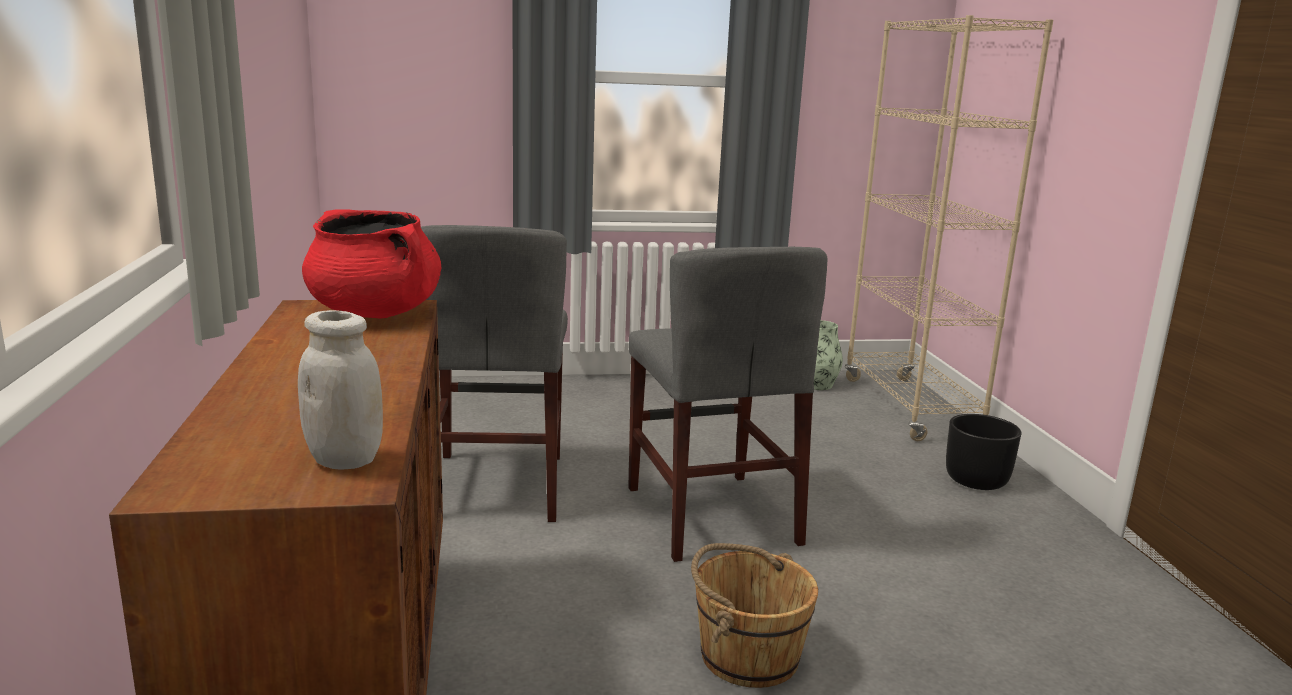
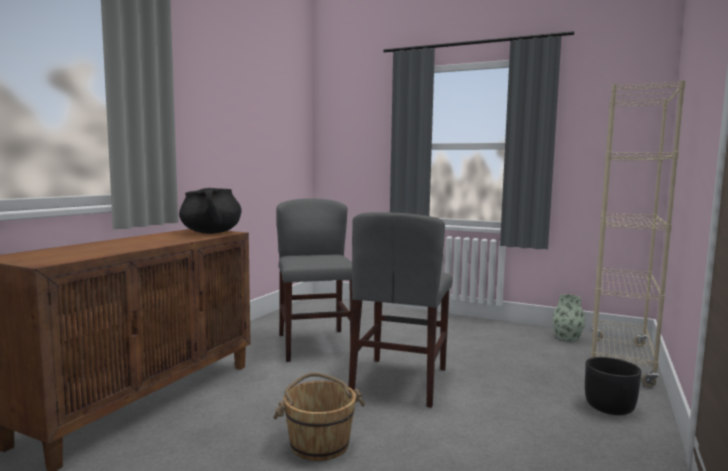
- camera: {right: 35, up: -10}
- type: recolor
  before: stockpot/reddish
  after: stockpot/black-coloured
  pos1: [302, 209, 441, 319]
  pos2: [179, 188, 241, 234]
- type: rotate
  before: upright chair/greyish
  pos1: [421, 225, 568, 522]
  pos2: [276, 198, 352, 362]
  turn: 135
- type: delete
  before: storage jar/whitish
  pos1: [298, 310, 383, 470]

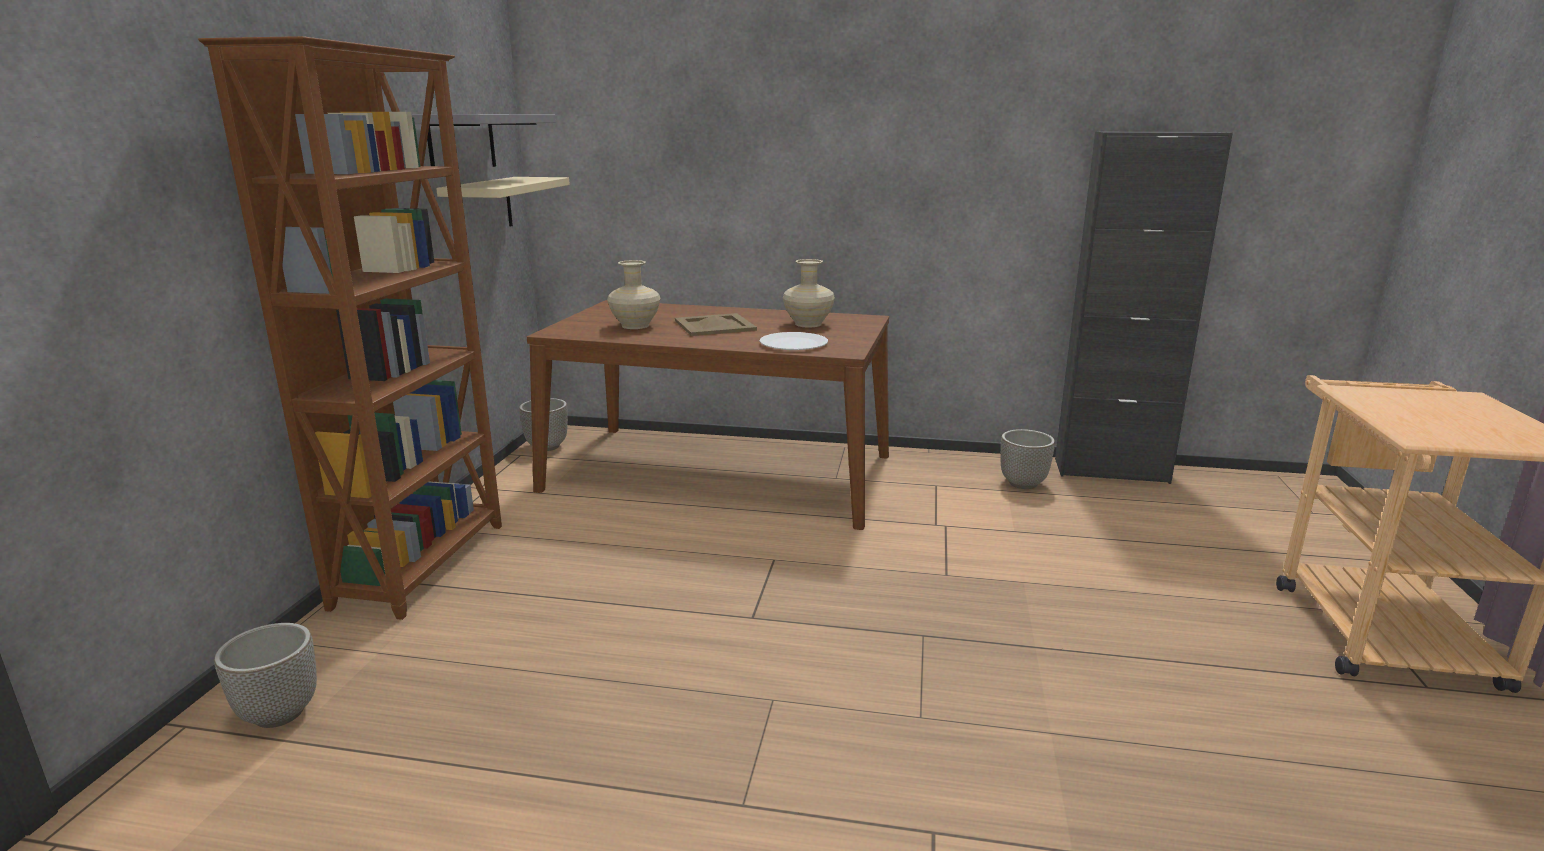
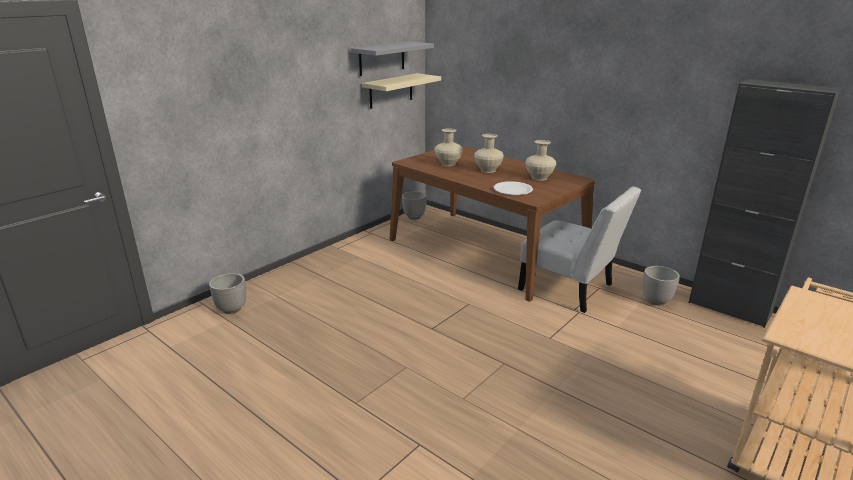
- camera: {right: 30, up: 5}
- type: delete
  before: shelving unit/brown
  pos1: [198, 36, 502, 620]
- type: replace
  before: tray/beige
  after: decorative vase/beige
  pos1: [675, 313, 757, 336]
  pos2: [474, 134, 504, 173]
- type: insert
  after: upright chair/whitish
  pos2: [518, 186, 641, 313]

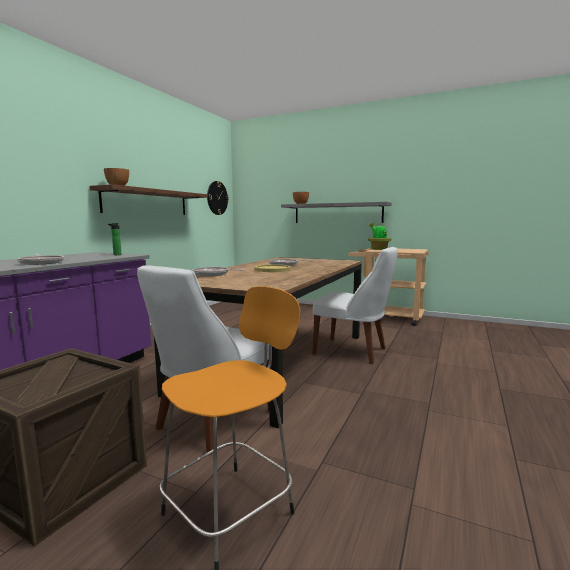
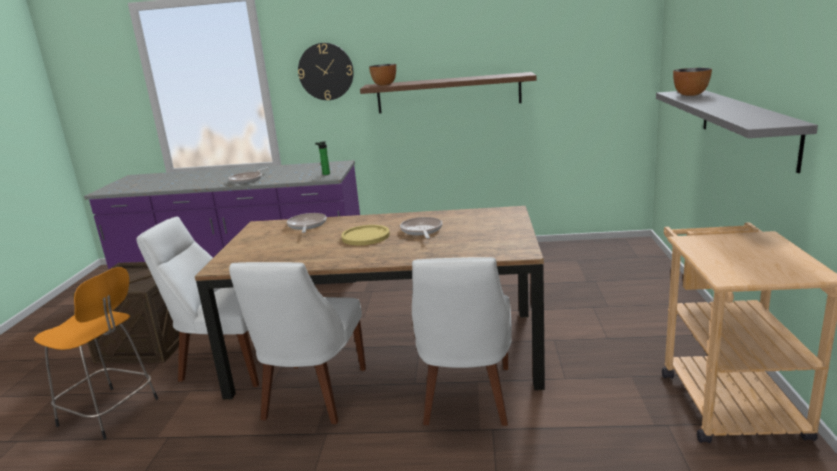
- camera: {right: 70, up: 10}
- type: move
  before: clock on the wall
  pos1: [207, 181, 229, 215]
  pos2: [298, 43, 354, 100]
- type: delete
  before: potted plant
  pos1: [368, 223, 391, 250]
- type: insert
  after: upright chair/whitish
  pos2: [229, 262, 366, 424]

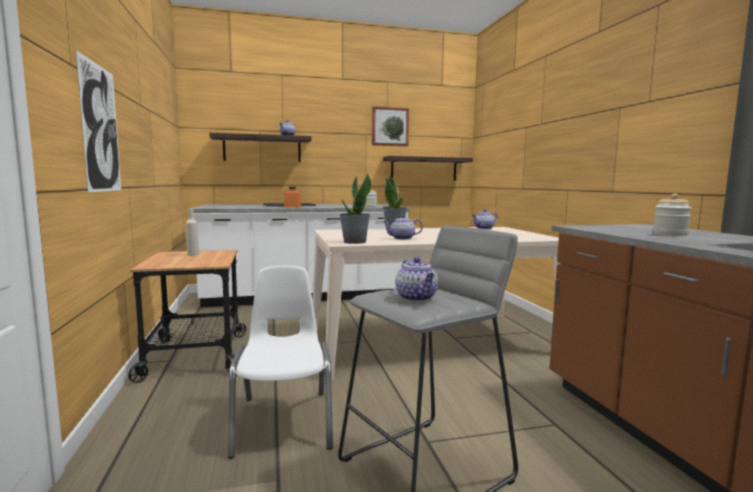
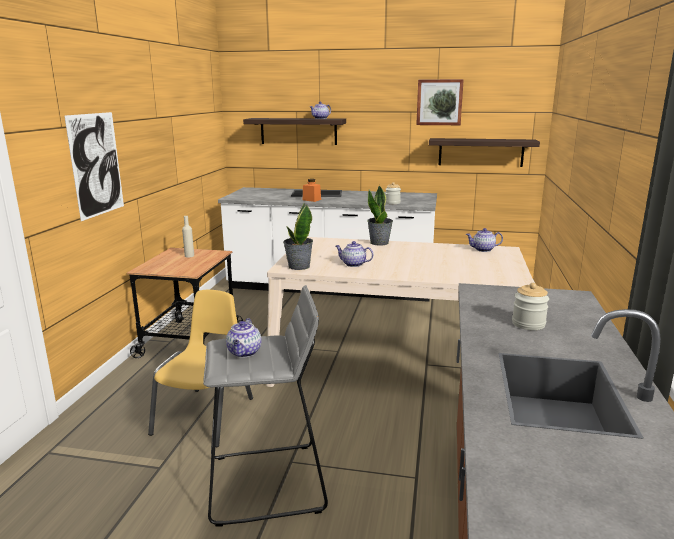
- camera: {right: 25, up: 10}
- type: recolor
  before: upright chair/whitish
  after: upright chair/yellowish
  pos1: [228, 265, 333, 459]
  pos2: [148, 290, 253, 447]

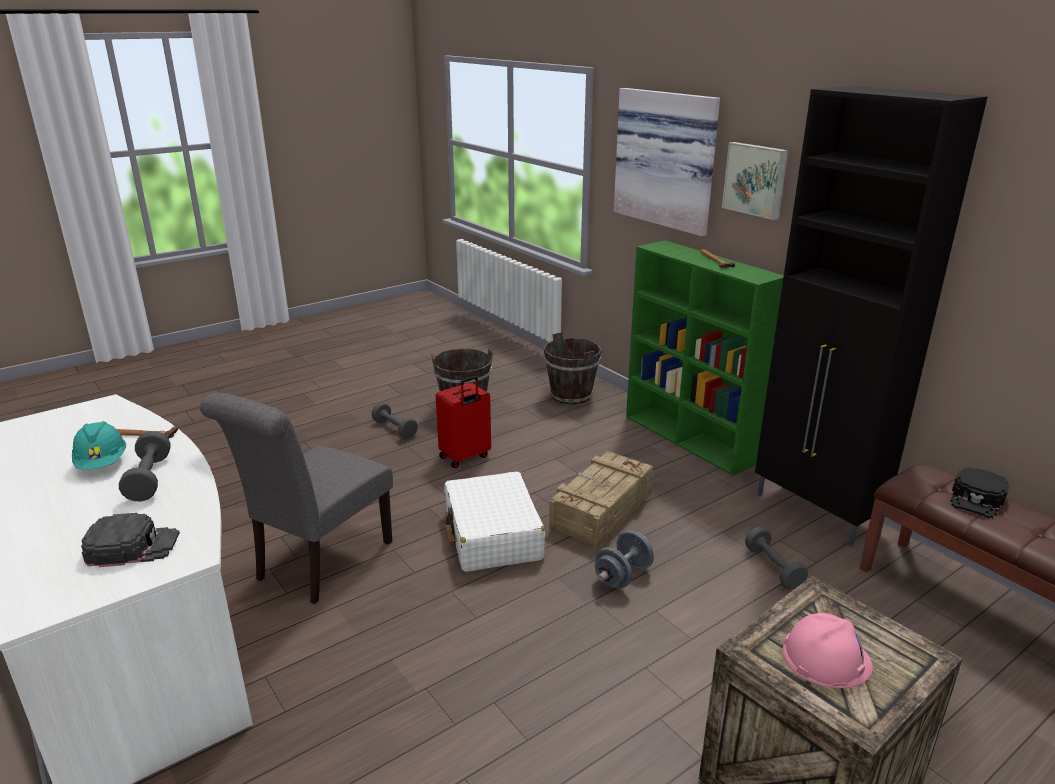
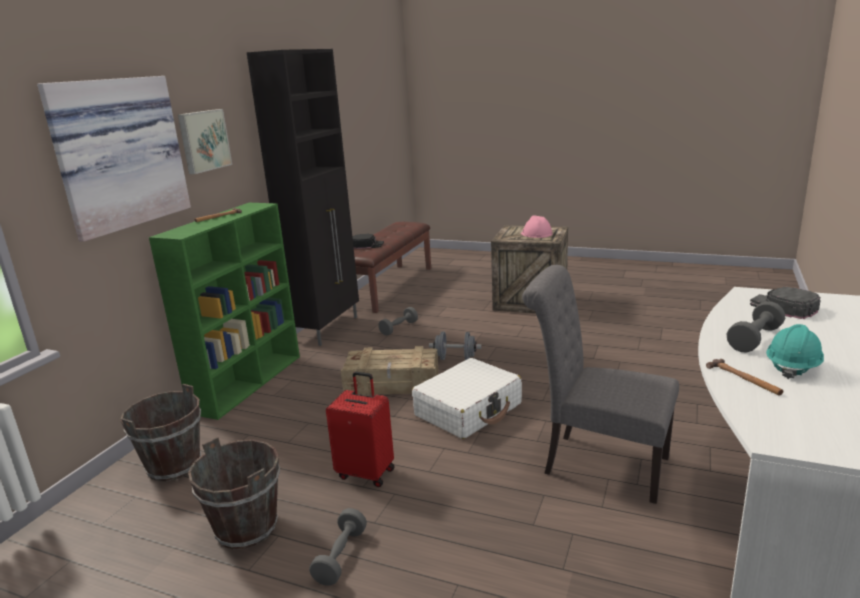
- camera: {right: -120, up: -5}
- type: rotate
  before: upright chair/greyish
  pos1: [200, 393, 393, 604]
  pos2: [522, 265, 679, 504]
  turn: -150

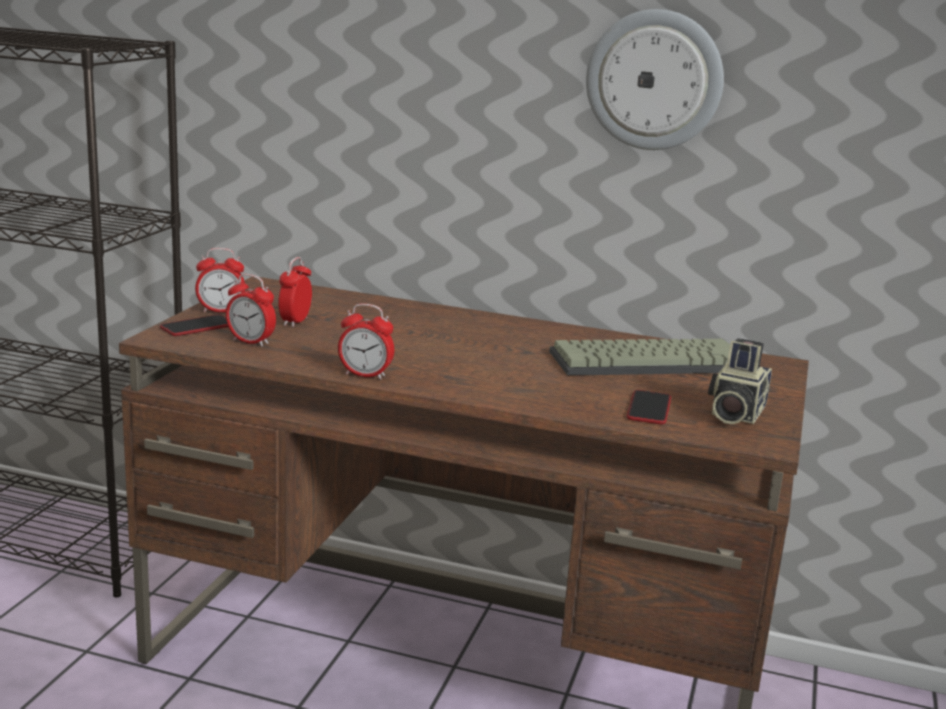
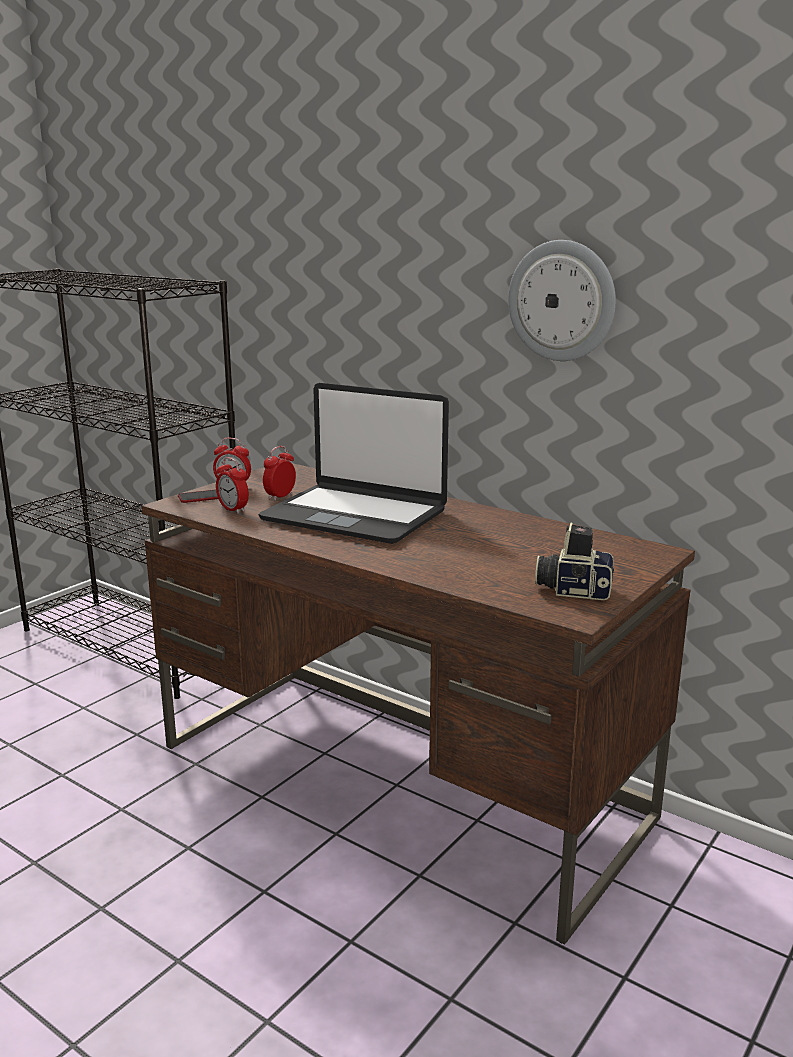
- camera: {right: 20, up: 0}
- type: delete
  before: bedside clock
  pos1: [338, 303, 394, 380]
- type: rotate
  before: still camera
  pos1: [708, 338, 772, 424]
  pos2: [535, 523, 614, 600]
  turn: 60
- type: delete
  before: computer keyboard
  pos1: [549, 339, 730, 376]
- type: delete
  before: telephone
  pos1: [627, 390, 671, 424]
- type: insert
  after: notebook computer
  pos2: [259, 383, 449, 544]

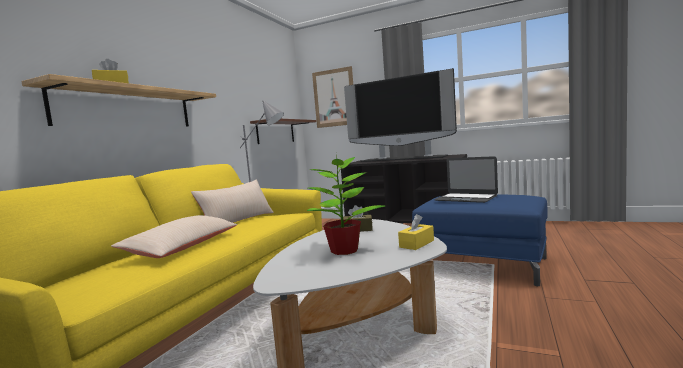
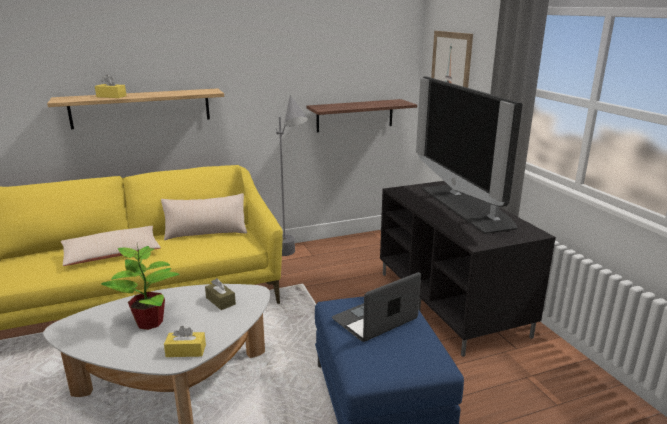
- camera: {right: 45, up: 15}
- type: rotate
  before: notebook computer
  pos1: [434, 156, 498, 203]
  pos2: [332, 272, 421, 342]
  turn: 60

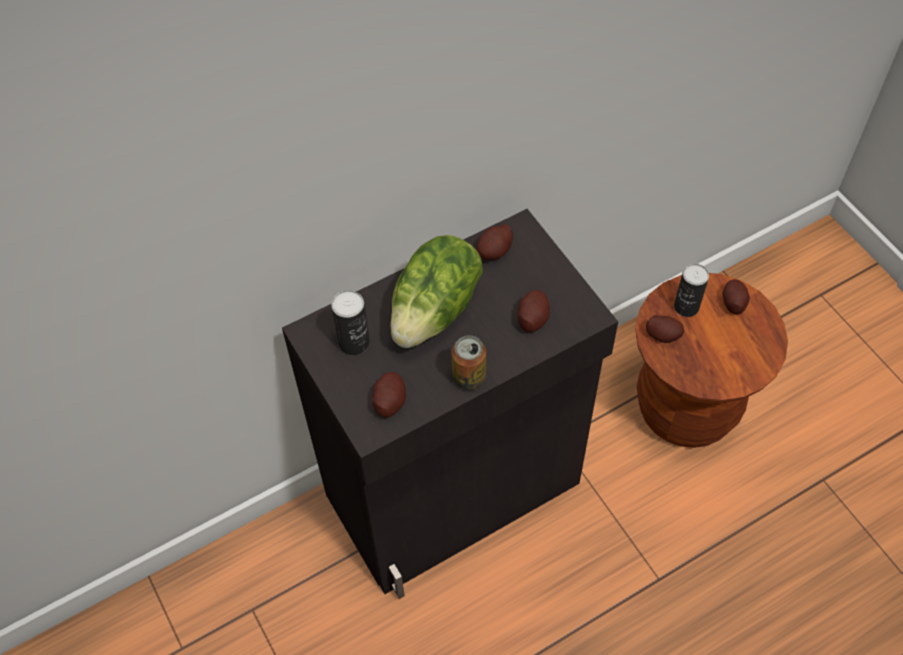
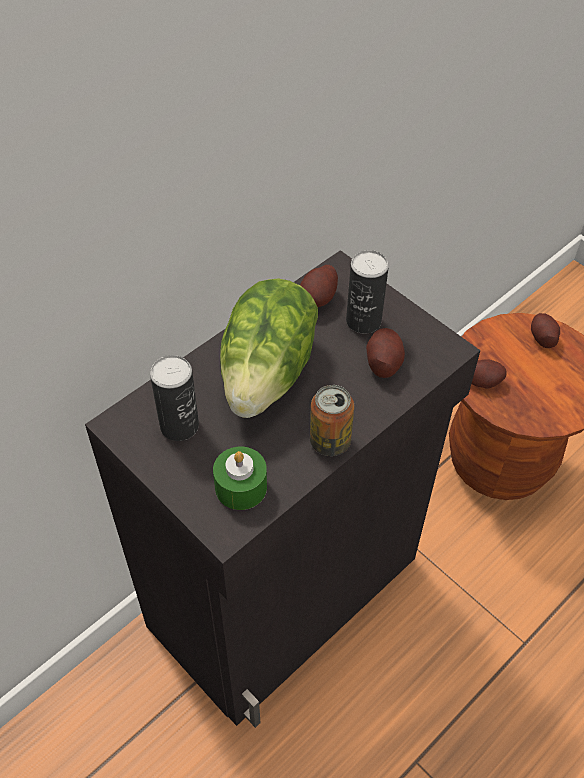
- camera: {right: -15, up: -5}
- type: move
  before: can
  pos1: [674, 264, 709, 317]
  pos2: [346, 250, 389, 334]
- type: replace
  before: spud
  after: candle/green-coloured
  pos1: [372, 372, 406, 418]
  pos2: [213, 447, 267, 510]

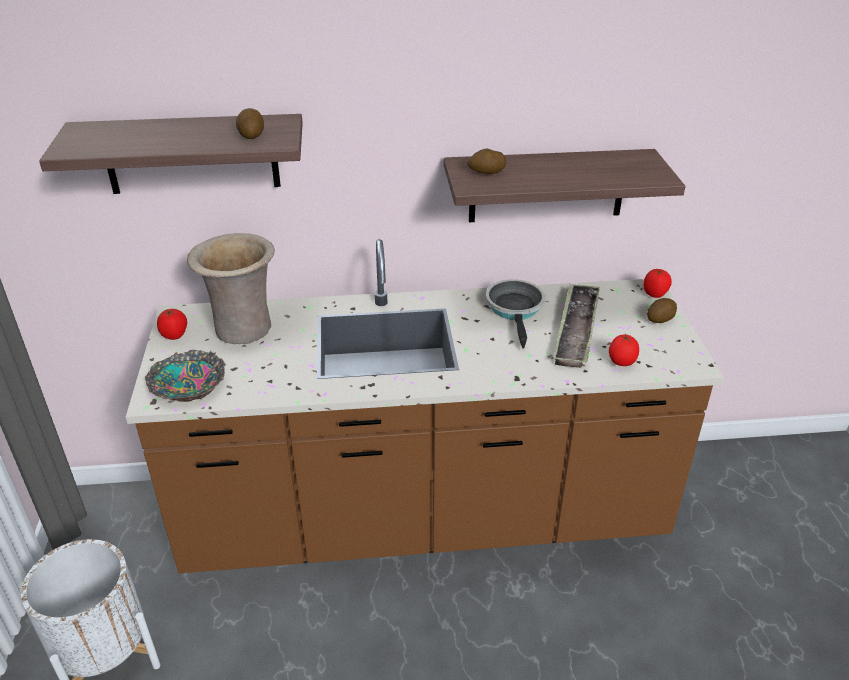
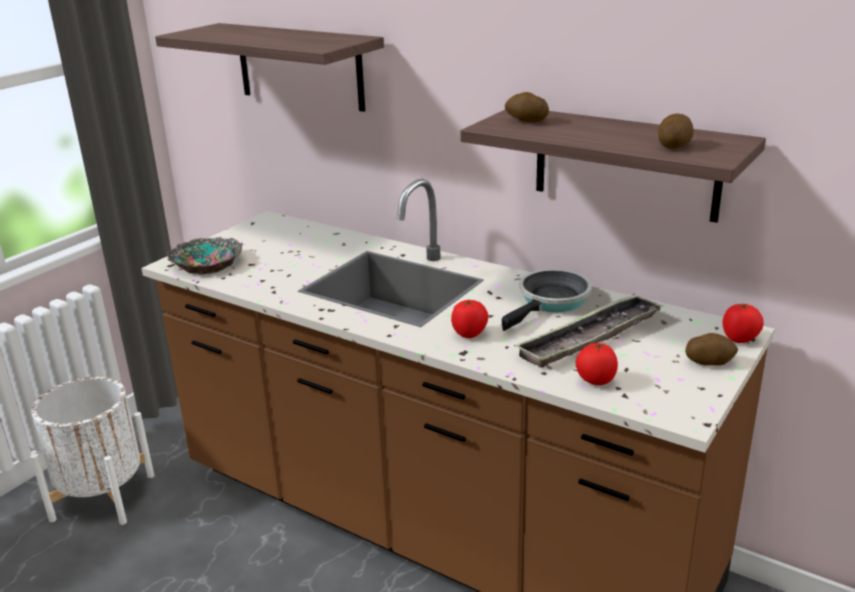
- camera: {right: 40, up: -10}
- type: move
  before: spud
  pos1: [236, 108, 264, 139]
  pos2: [658, 113, 693, 149]
- type: delete
  before: decorative vase/beige
  pos1: [187, 233, 275, 344]
- type: move
  before: whole tomato
  pos1: [157, 309, 187, 340]
  pos2: [451, 299, 488, 338]

